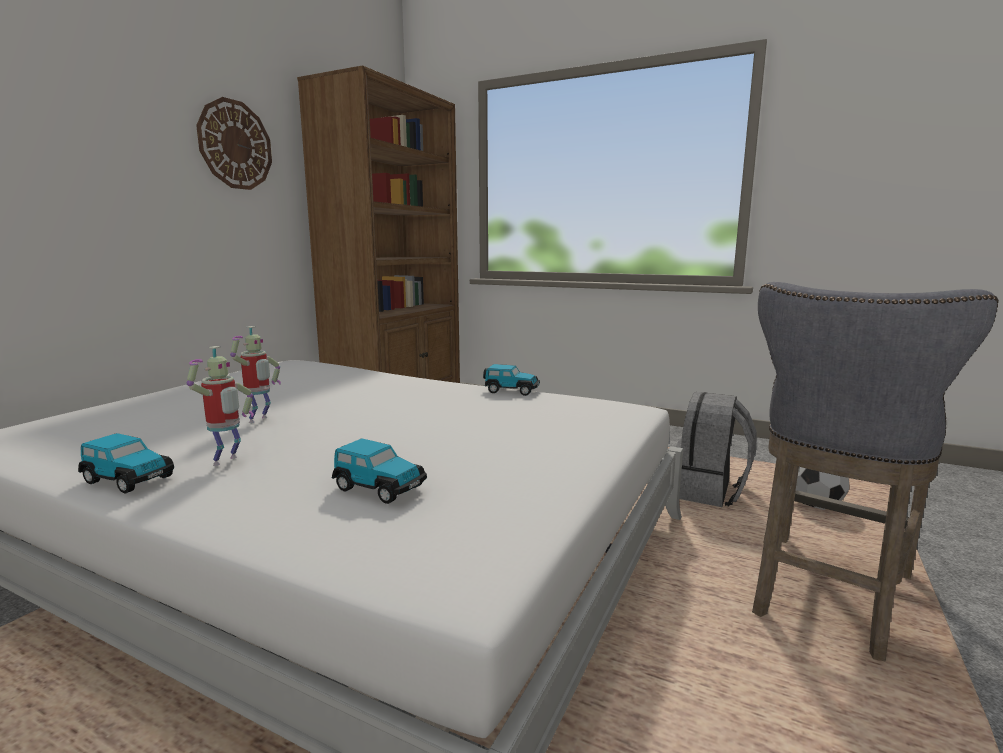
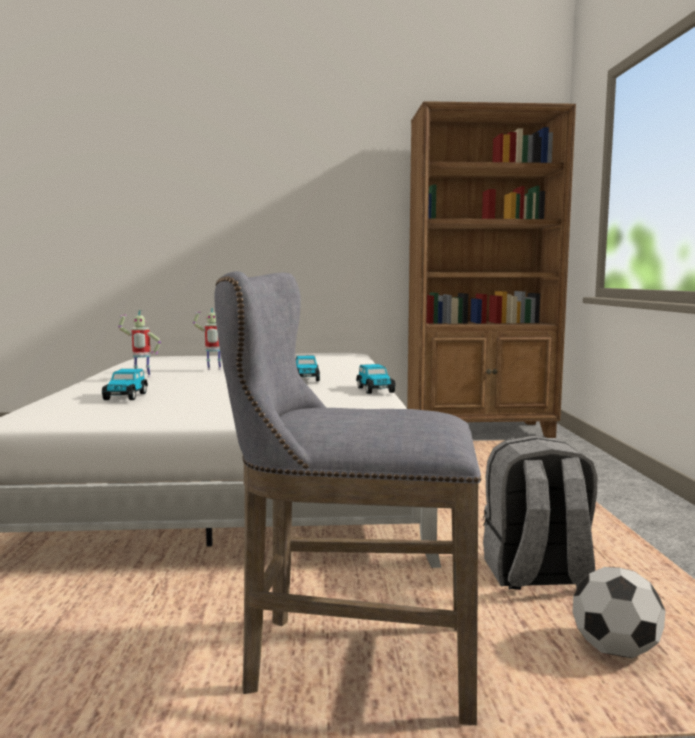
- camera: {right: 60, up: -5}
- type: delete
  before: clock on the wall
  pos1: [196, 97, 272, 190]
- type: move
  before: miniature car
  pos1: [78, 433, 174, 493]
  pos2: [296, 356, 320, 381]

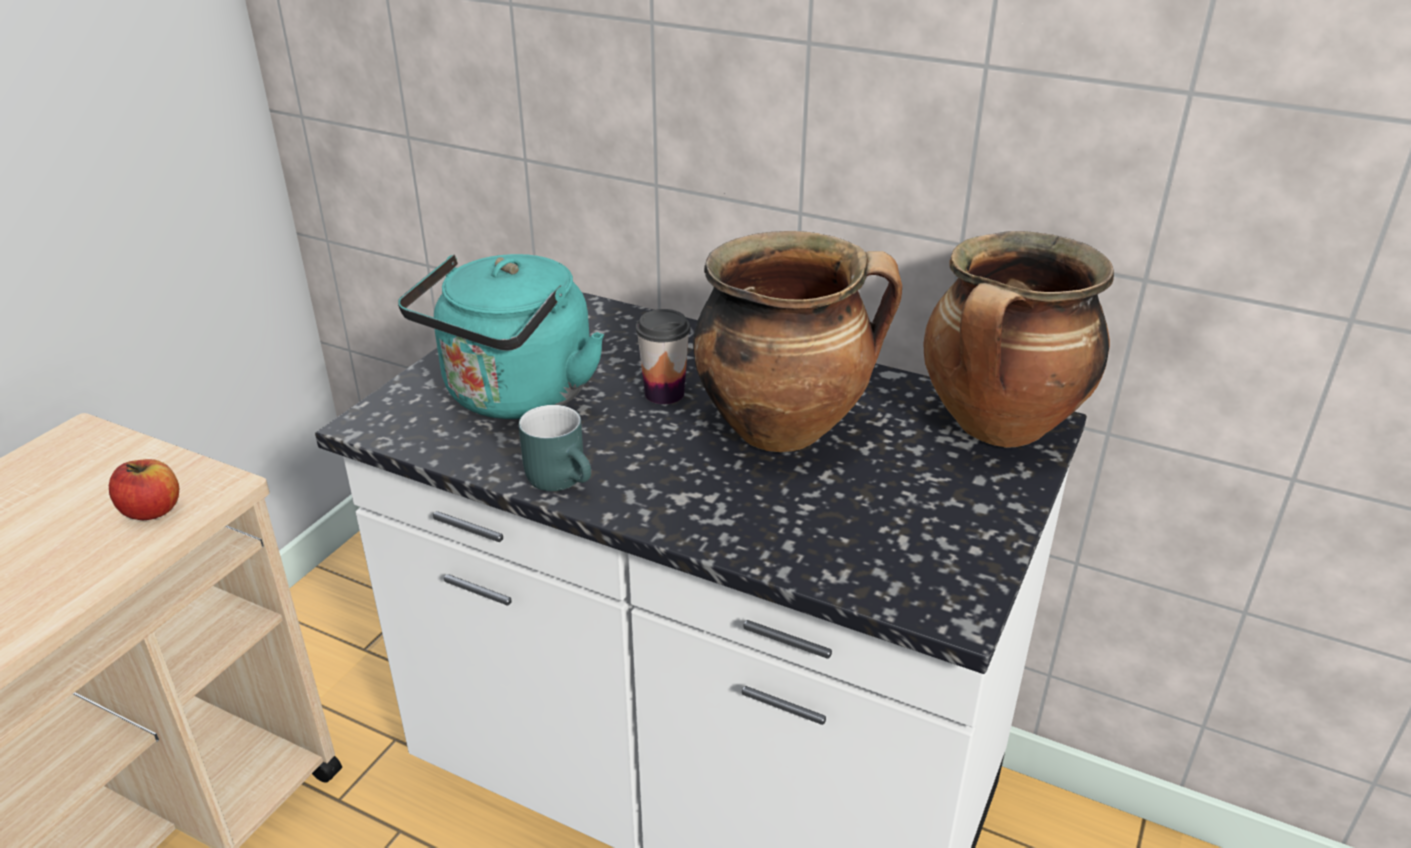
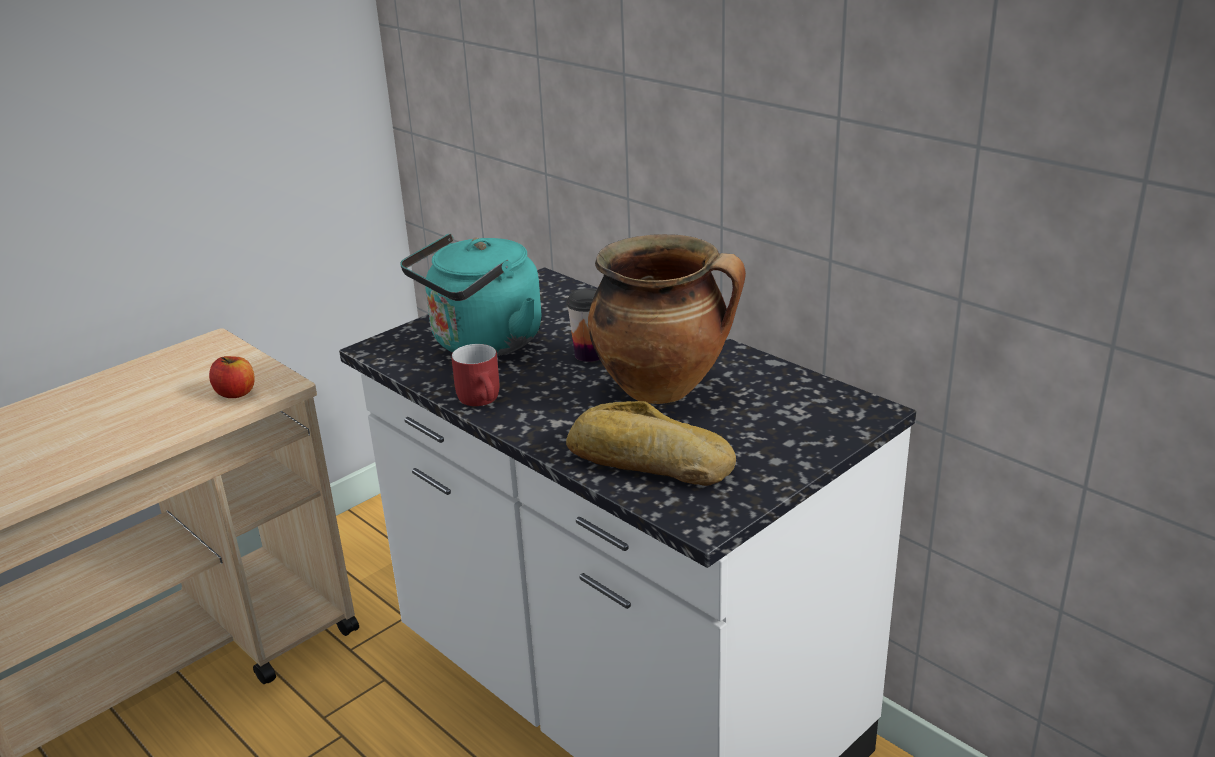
- camera: {right: 20, up: -5}
- type: delete
  before: stockpot
  pos1: [923, 231, 1114, 448]
- type: recolor
  before: tea mug/blue-green
  after: tea mug/reddish
  pos1: [519, 405, 591, 491]
  pos2: [451, 344, 499, 406]
- type: insert
  after: baked bread
  pos2: [566, 401, 736, 486]

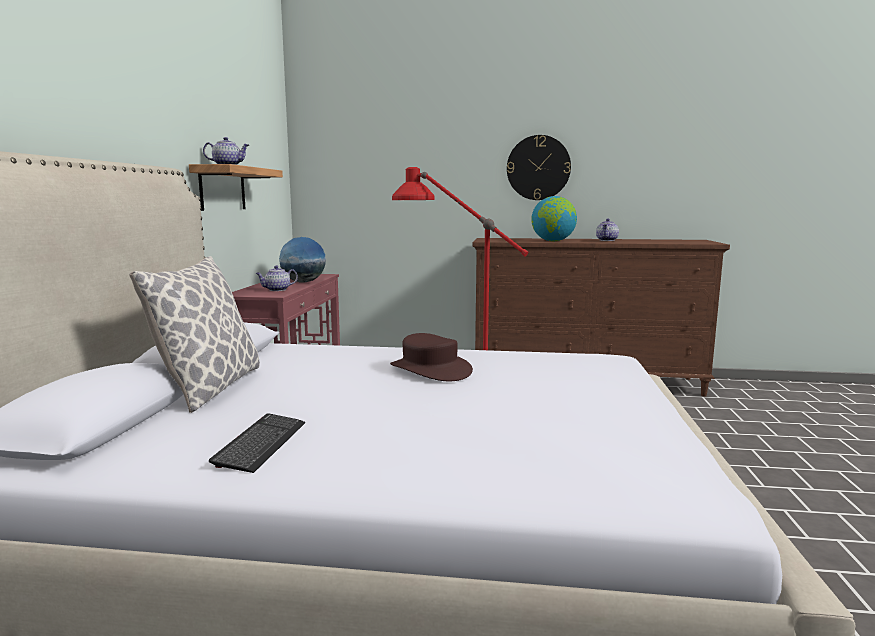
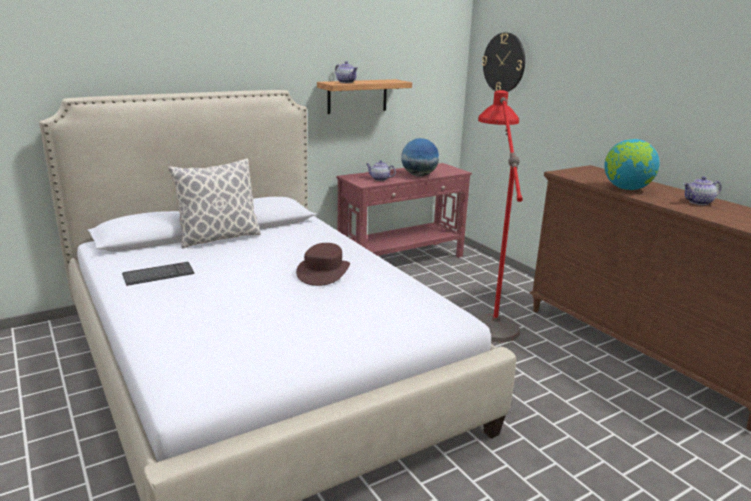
- camera: {right: 50, up: 10}
- type: move
  before: clock on the wall
  pos1: [507, 135, 571, 200]
  pos2: [482, 33, 525, 92]

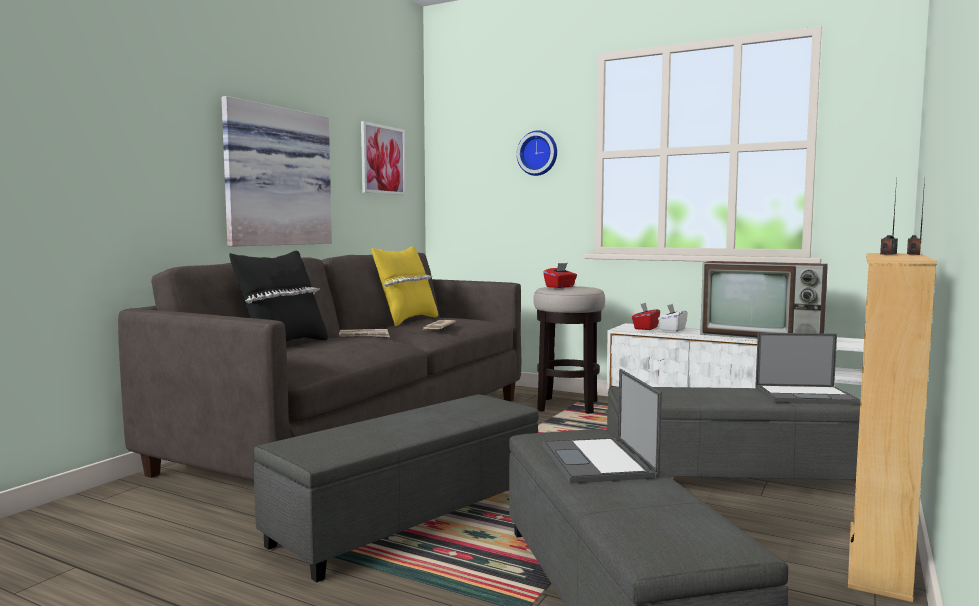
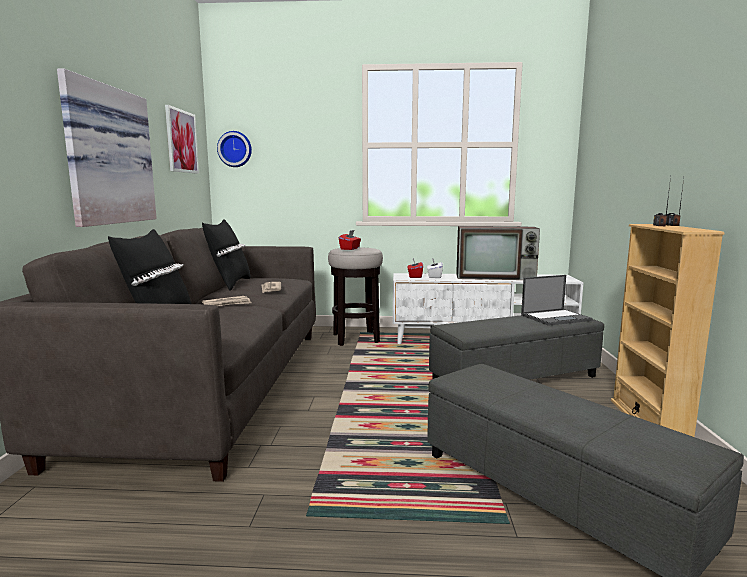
- camera: {right: -25, up: 5}
- type: move
  before: clock on the wall
  pos1: [517, 130, 557, 176]
  pos2: [217, 131, 252, 167]
- type: recolor
  before: pillow/yellowish
  after: pillow/black-coloured
  pos1: [372, 246, 438, 326]
  pos2: [202, 219, 251, 290]
- type: delete
  before: notebook computer
  pos1: [543, 369, 662, 483]
- type: delete
  before: pouffe/greyish
  pos1: [254, 394, 539, 583]

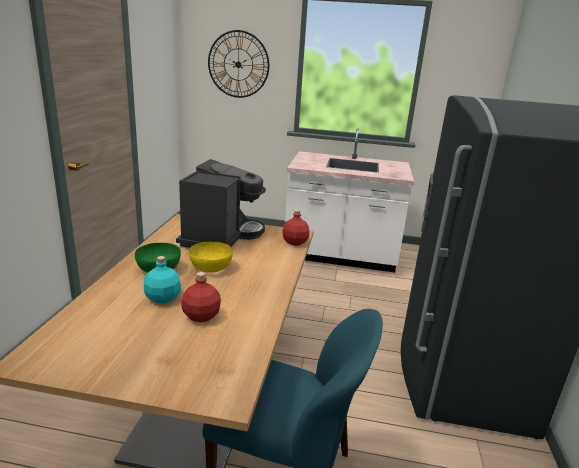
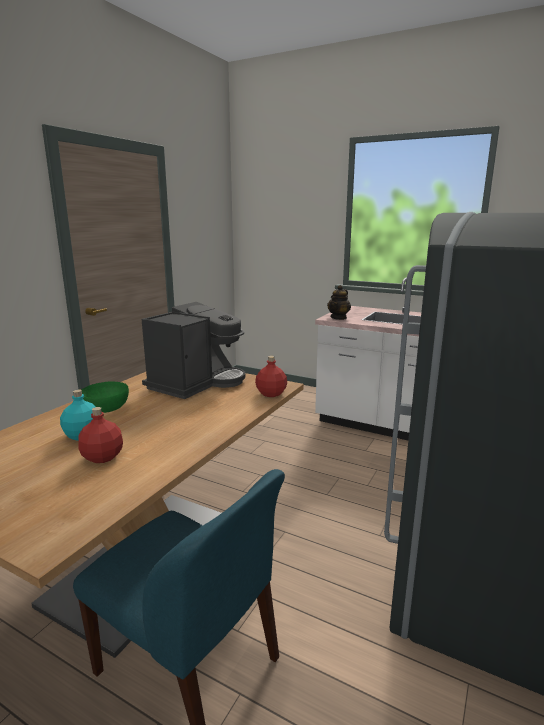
- camera: {right: 20, up: -5}
- type: delete
  before: clock on the wall
  pos1: [208, 30, 269, 98]
- type: delete
  before: deep dish/yellowish
  pos1: [189, 241, 233, 273]
- type: insert
  after: teapot
  pos2: [327, 285, 351, 320]

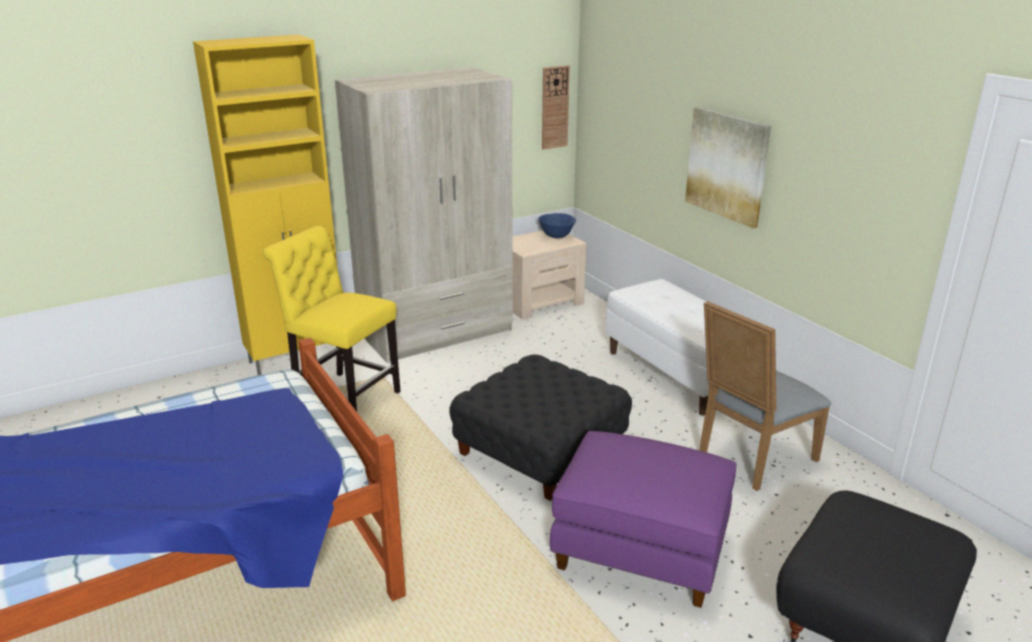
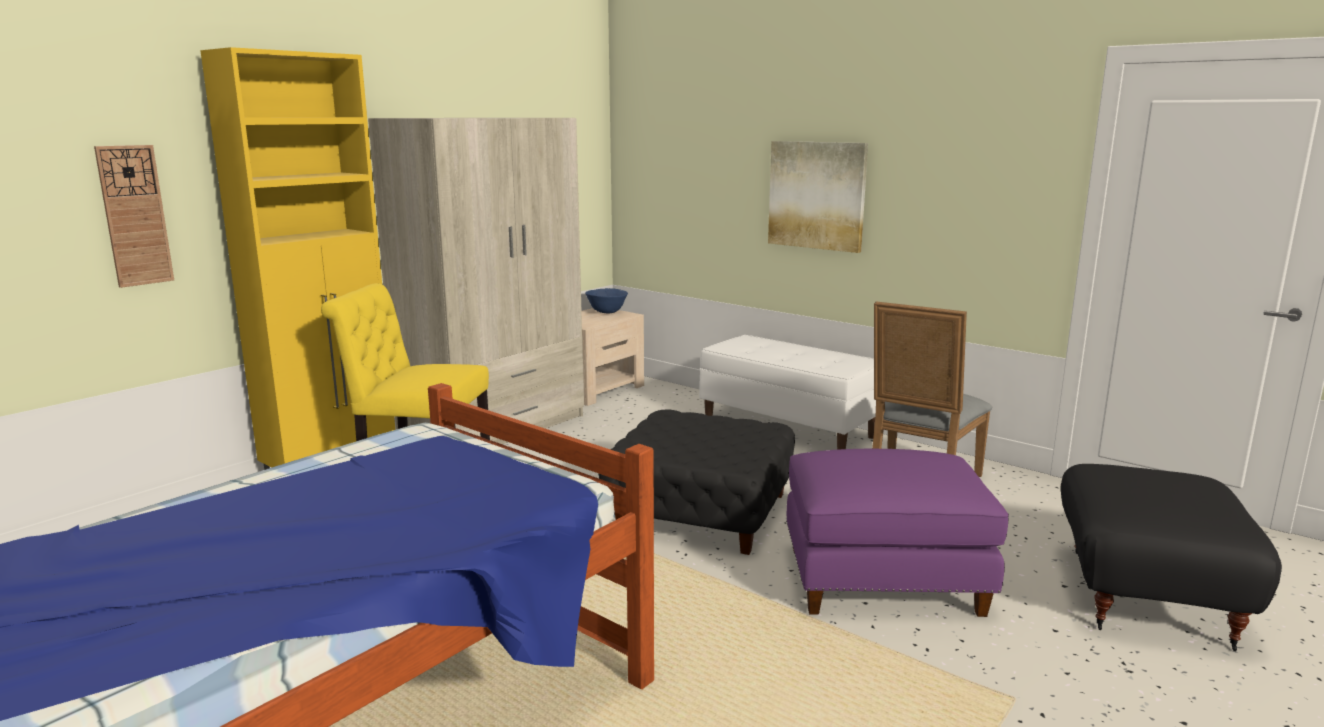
- camera: {right: -20, up: -10}
- type: move
  before: clock on the wall
  pos1: [542, 65, 570, 150]
  pos2: [94, 145, 174, 288]

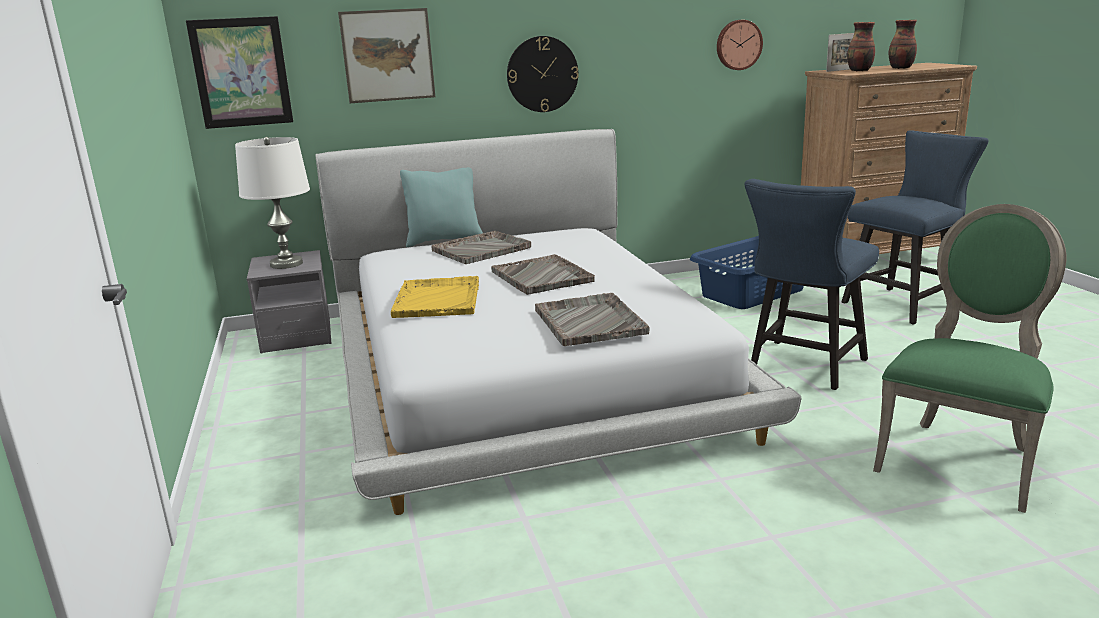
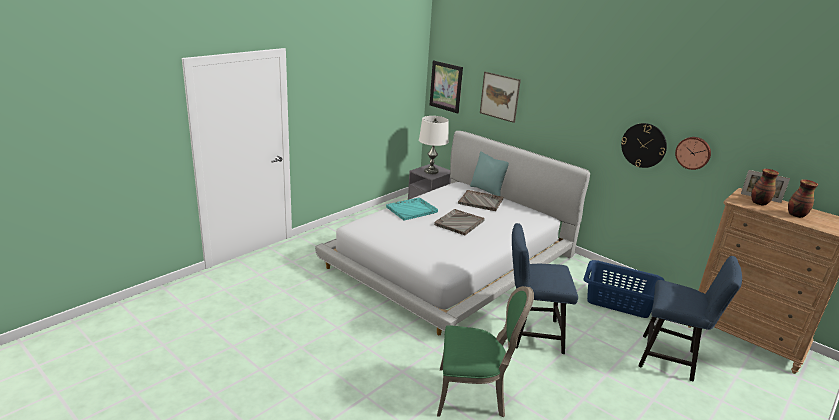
- camera: {right: 55, up: 5}
- type: move
  before: clock on the wall
  pos1: [507, 36, 579, 112]
  pos2: [621, 123, 667, 168]
- type: recolor
  before: tray/yellowish
  after: tray/blue-green
  pos1: [391, 276, 479, 318]
  pos2: [386, 197, 438, 221]
- type: delete
  before: tray/greyish
  pos1: [535, 293, 650, 346]

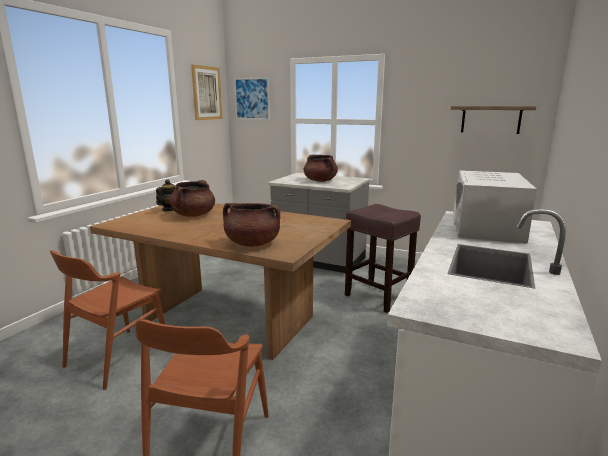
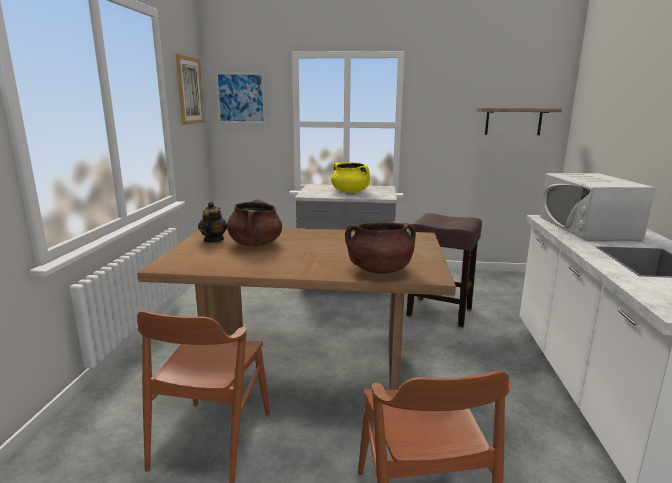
- camera: {right: -20, up: 0}
- type: recolor
  before: stockpot/brown
  after: stockpot/yellowish
  pos1: [303, 154, 338, 182]
  pos2: [331, 162, 370, 193]

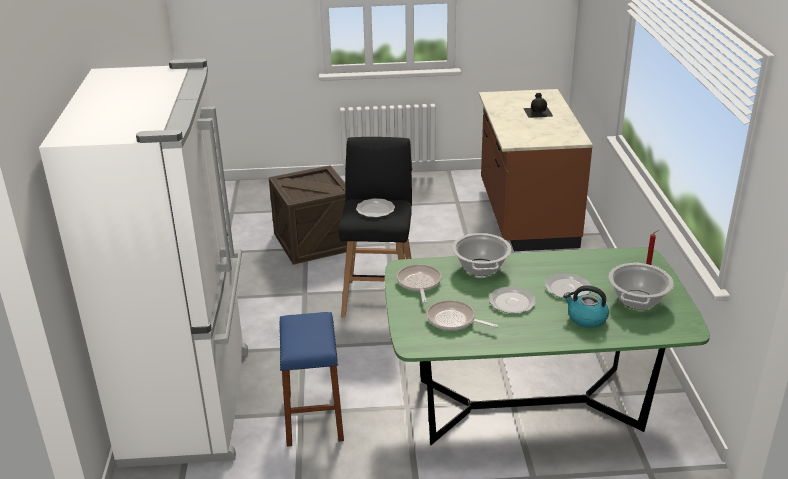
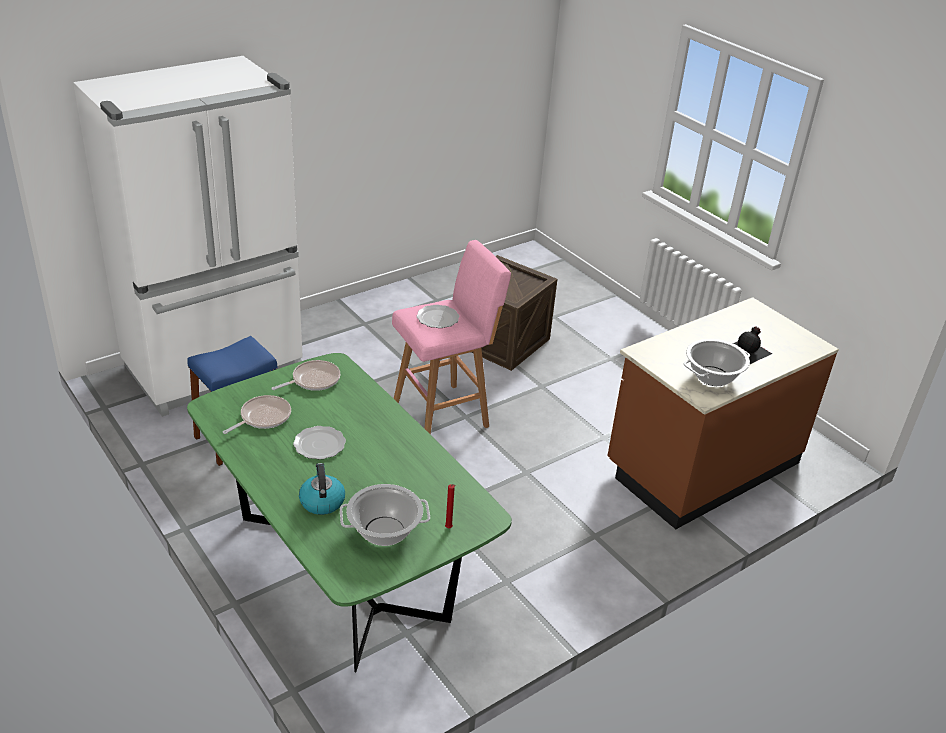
- camera: {right: 55, up: 5}
- type: recolor
  before: sitting stool/black-coloured
  after: sitting stool/pinkish
  pos1: [338, 137, 412, 317]
  pos2: [392, 240, 511, 435]
- type: move
  before: stockpot
  pos1: [452, 233, 512, 276]
  pos2: [684, 339, 750, 386]
- type: delete
  before: plate
  pos1: [545, 273, 591, 299]
- type: rotate
  before: skillet
  pos1: [427, 300, 498, 331]
  pos2: [223, 395, 291, 434]
  turn: 45

